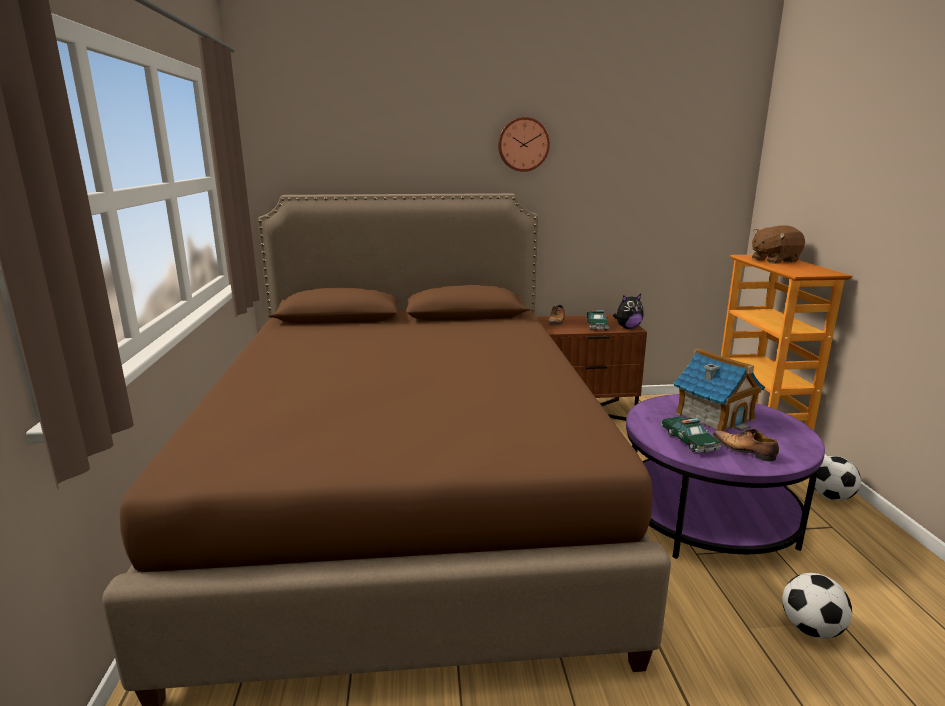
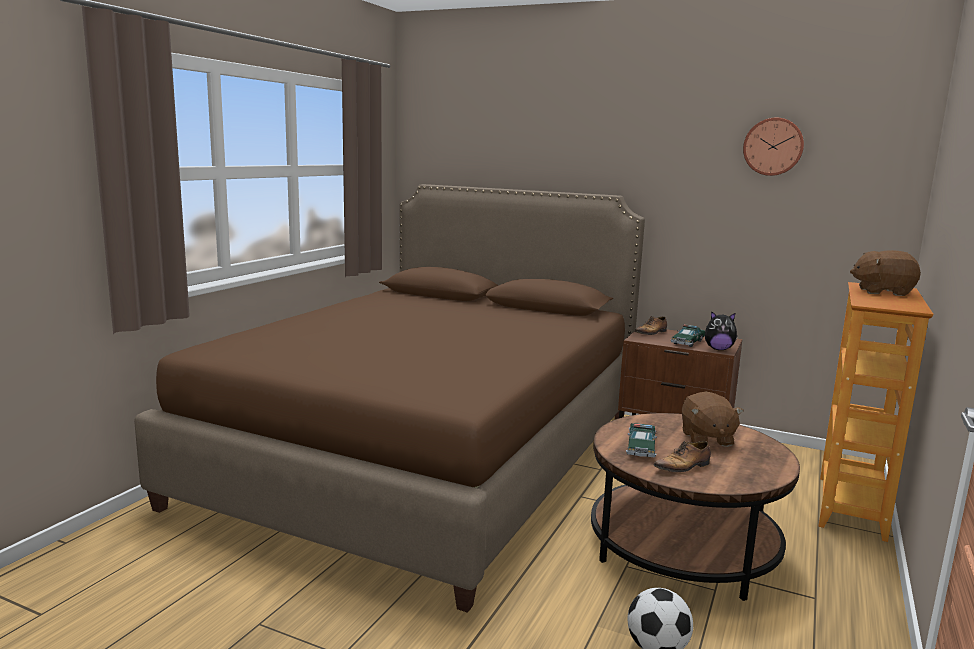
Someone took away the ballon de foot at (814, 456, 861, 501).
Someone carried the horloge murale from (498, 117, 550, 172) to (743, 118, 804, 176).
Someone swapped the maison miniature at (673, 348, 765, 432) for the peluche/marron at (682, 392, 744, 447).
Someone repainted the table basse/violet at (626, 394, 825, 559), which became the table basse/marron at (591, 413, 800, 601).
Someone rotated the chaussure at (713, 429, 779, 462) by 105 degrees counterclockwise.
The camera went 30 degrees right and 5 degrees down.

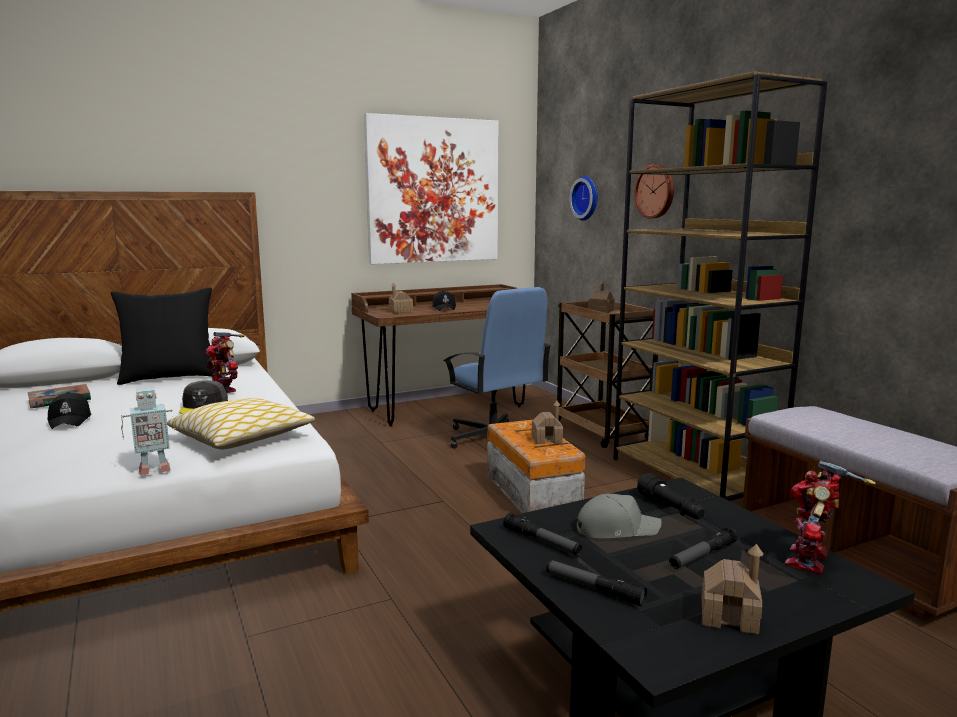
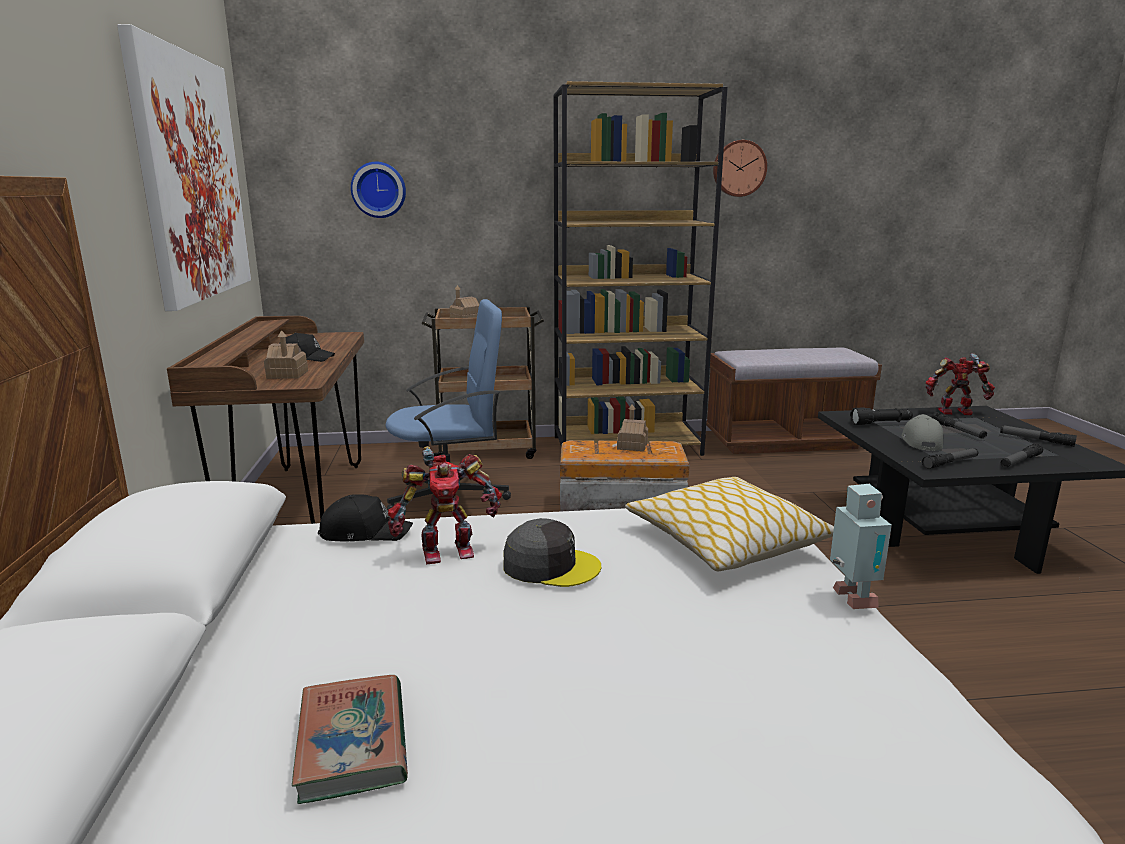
Someone took away the coussin/noir at (111, 287, 215, 385).
Someone carried the casquette/noir from (47, 392, 91, 429) to (318, 494, 413, 541).
Someone carried the horloge murale from (634, 165, 674, 218) to (713, 140, 767, 197).
Someone swapped the maison miniature at (701, 544, 763, 634) for the lampe de poche at (1000, 425, 1077, 447).
Someone rotated the robot jouet at (785, 460, 876, 574) by 135 degrees clockwise.
The camera went 70 degrees left and 5 degrees up.

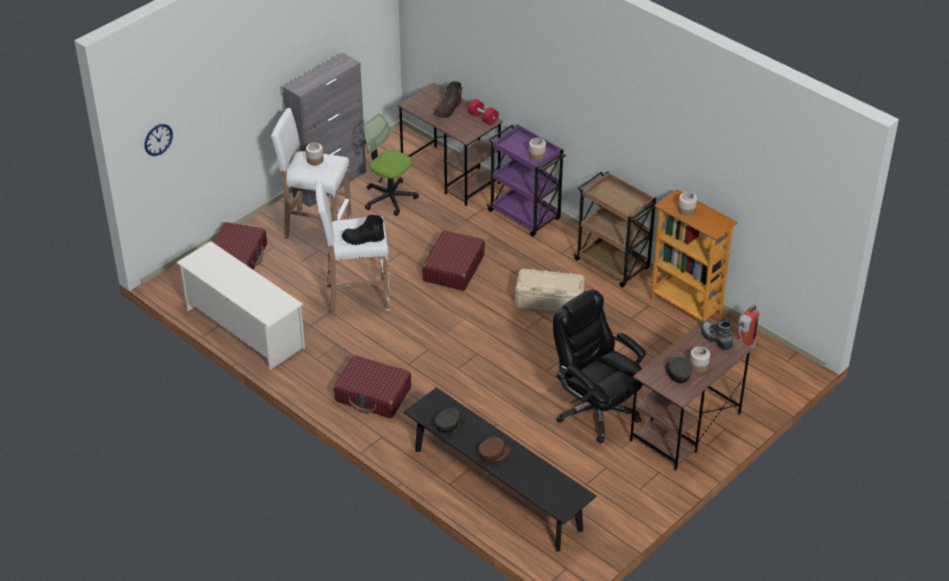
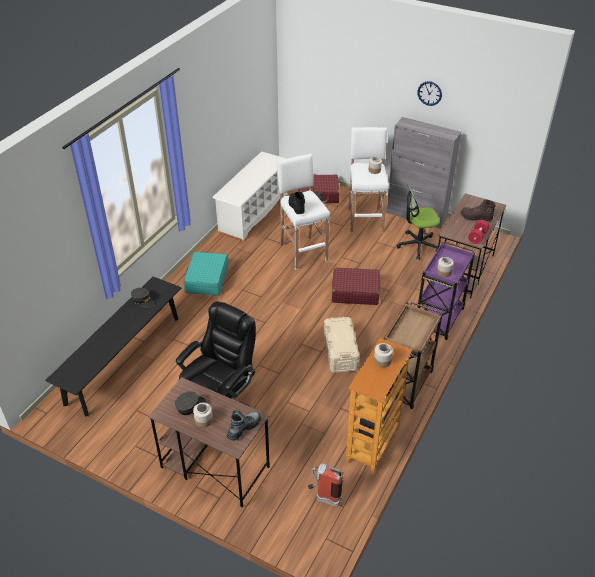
Someone took away the casquette/marron at (478, 437, 511, 463).
Someone carried the horloge murale from (145, 124, 173, 156) to (417, 81, 442, 106).
Someone repainted the valise/rouge at (334, 355, 411, 418), which became the valise/turquoise at (184, 252, 228, 296).
Someone rotated the chaise de bureau at (363, 114, 419, 216) by 120 degrees counterclockwise.
The camera went 75 degrees right and 0 degrees up.

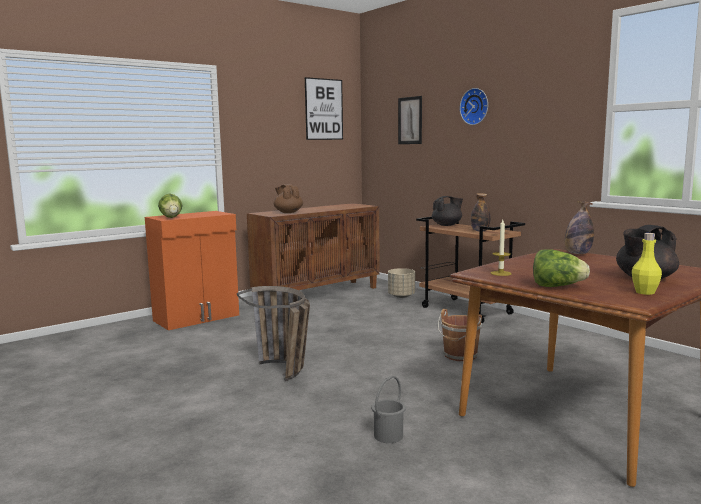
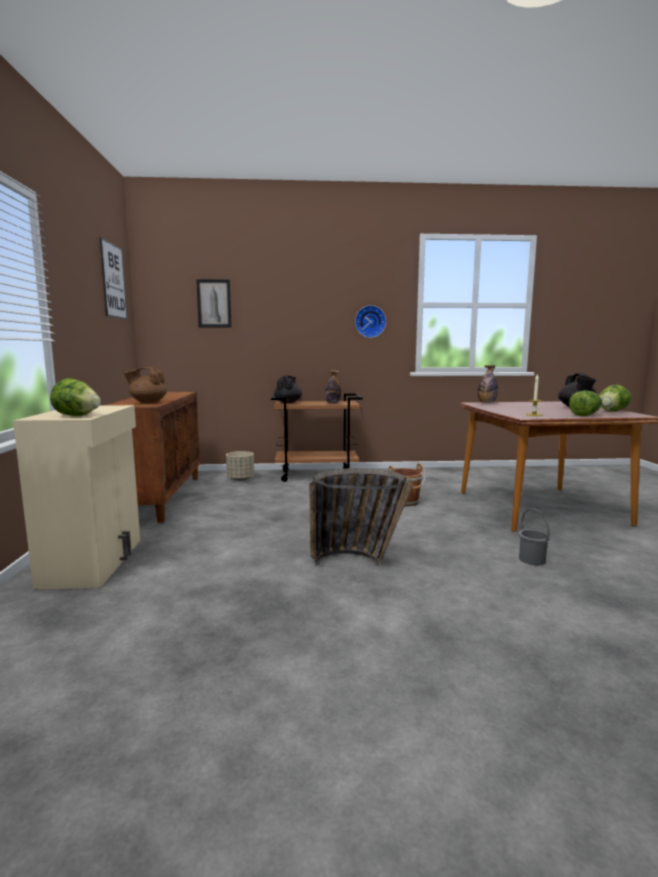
Someone carried the horloge murale from (460, 88, 488, 125) to (355, 305, 386, 338).
Someone swapped the bouteille/jaune at (632, 233, 662, 295) for the laitue at (599, 384, 632, 412).
Someone repainted the meuble de rangement/orange at (145, 211, 239, 330), which became the meuble de rangement/beige at (13, 405, 140, 590).
The camera went 55 degrees left and 0 degrees up.

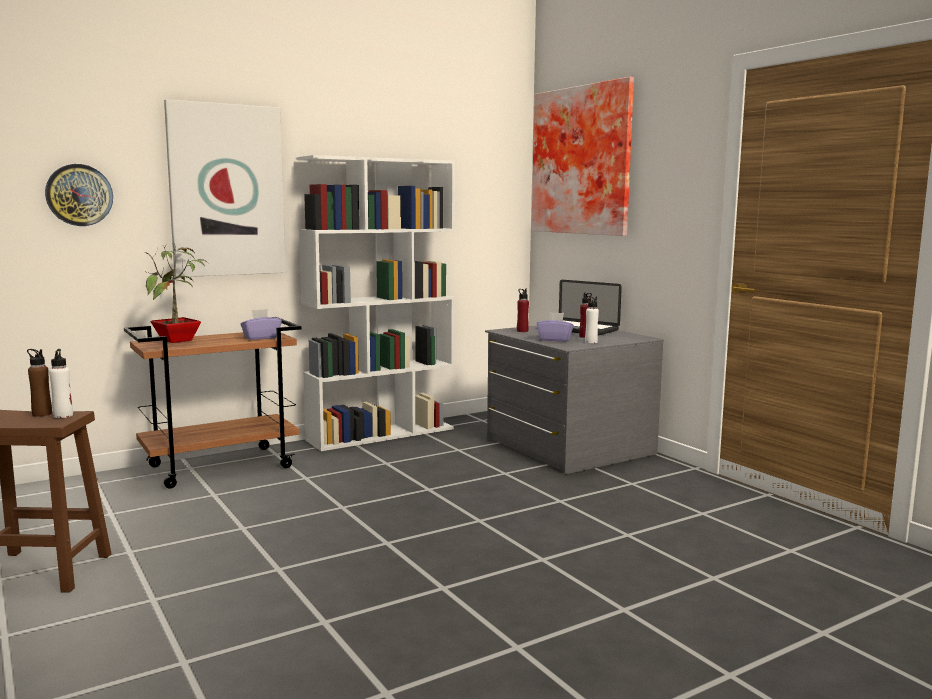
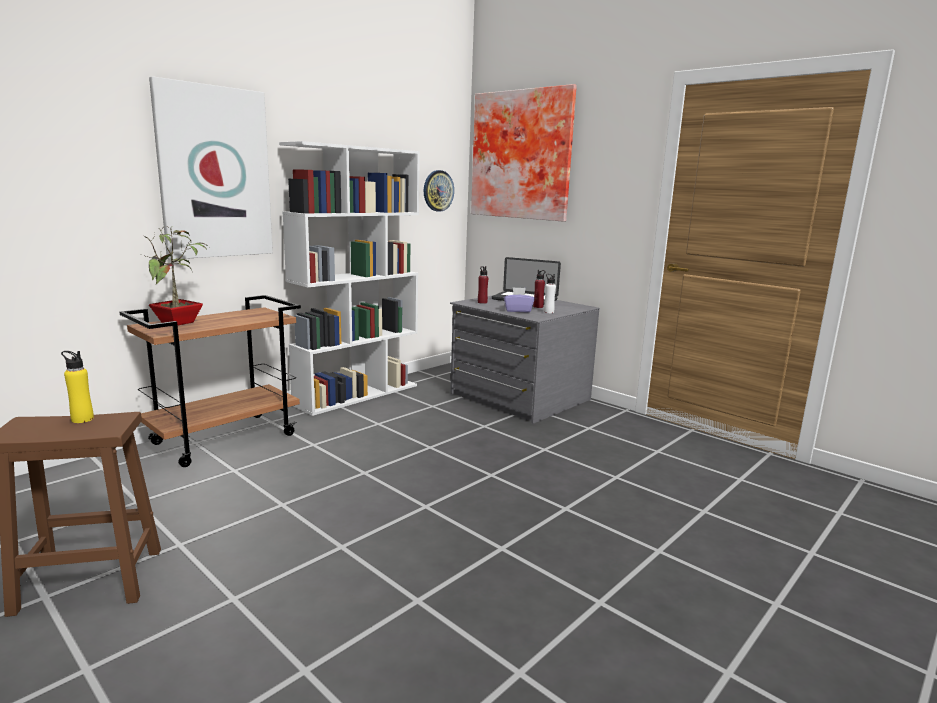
Someone took away the bouteille/blanc at (49, 349, 73, 418).
Someone took away the boîte à mouchoirs/violet at (240, 309, 282, 340).
Someone carried the horloge murale from (45, 164, 113, 226) to (424, 170, 454, 212).
Someone repainted the bouteille/marron at (27, 349, 52, 416), which became the bouteille/jaune at (61, 351, 94, 423).
The camera went 15 degrees left and 5 degrees up.

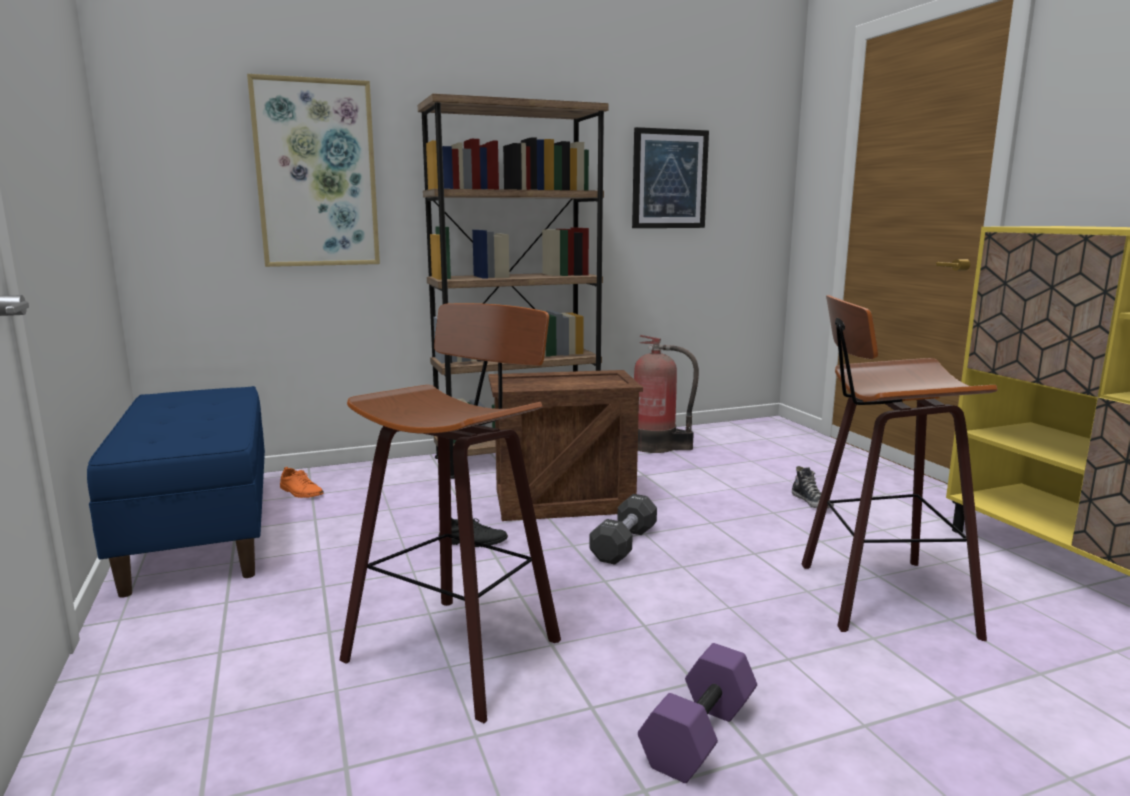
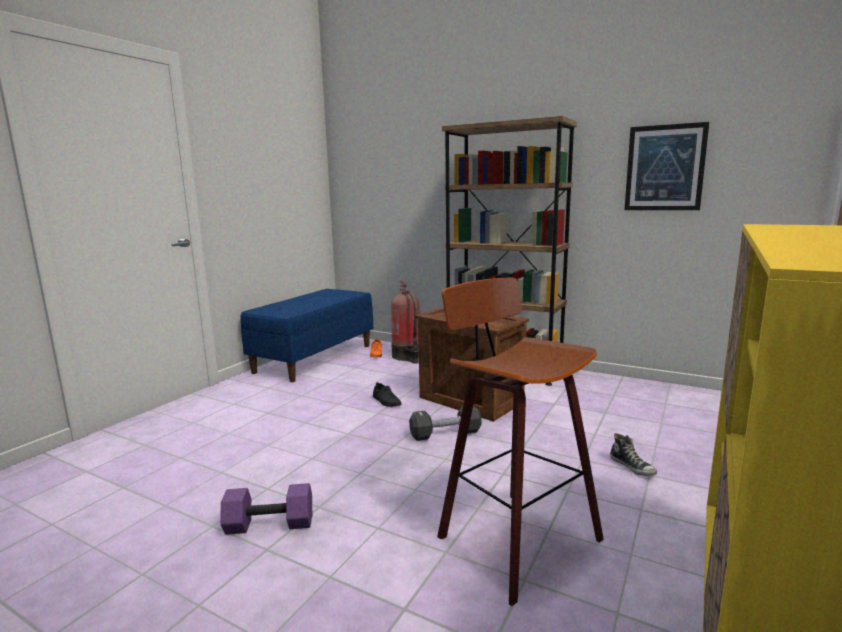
Someone took away the tableau at (247, 74, 380, 267).
Someone took away the tabouret at (339, 303, 561, 724).
Someone carried the extincteur from (634, 335, 699, 453) to (391, 281, 420, 364).
Someone rotated the chaussure at (792, 466, 834, 509) by 60 degrees counterclockwise.
The camera went 50 degrees right and 0 degrees up.

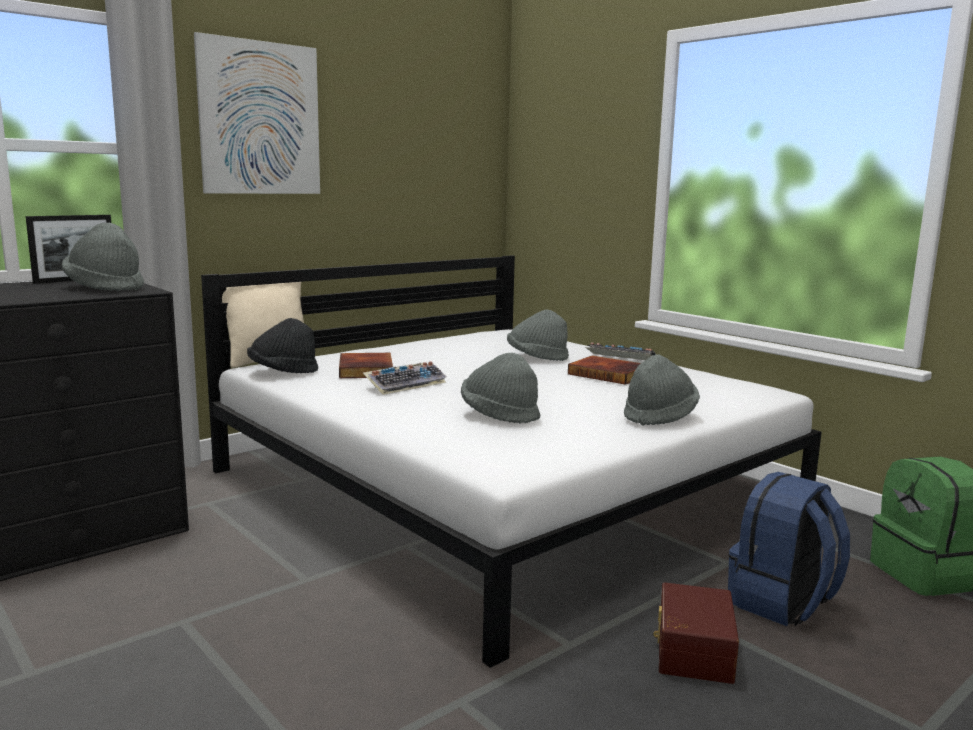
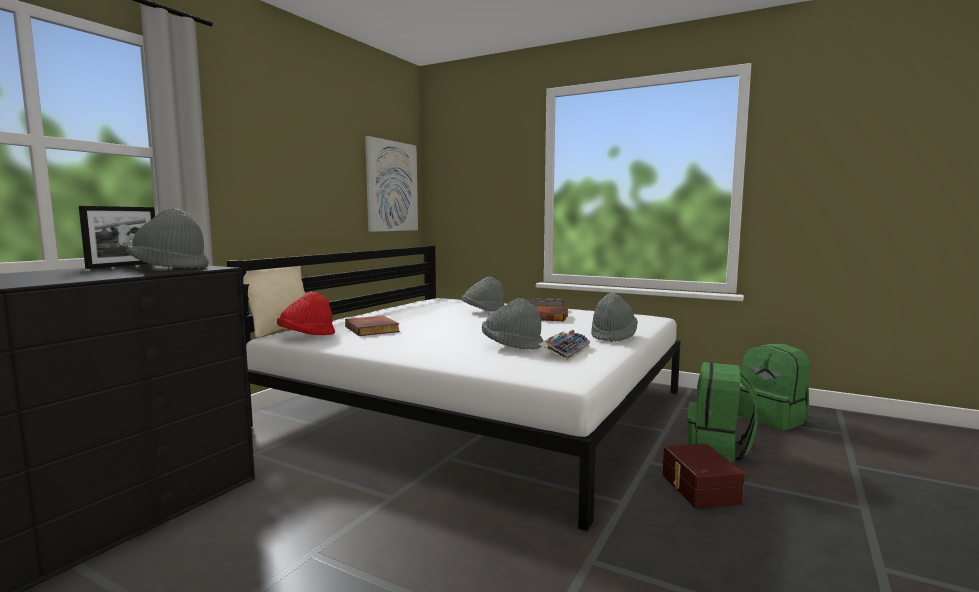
Someone carried the tableau from (194, 32, 320, 194) to (365, 136, 418, 232).
Someone carried the clavier from (363, 361, 447, 395) to (539, 330, 591, 361).
Someone repainted the chapeau/noir at (247, 318, 318, 373), which became the chapeau/rouge at (277, 292, 335, 335).
Someone repainted the sac à dos/bleu at (728, 472, 850, 626), which became the sac à dos/vert at (687, 362, 758, 463).
The camera went 20 degrees left and 5 degrees down.

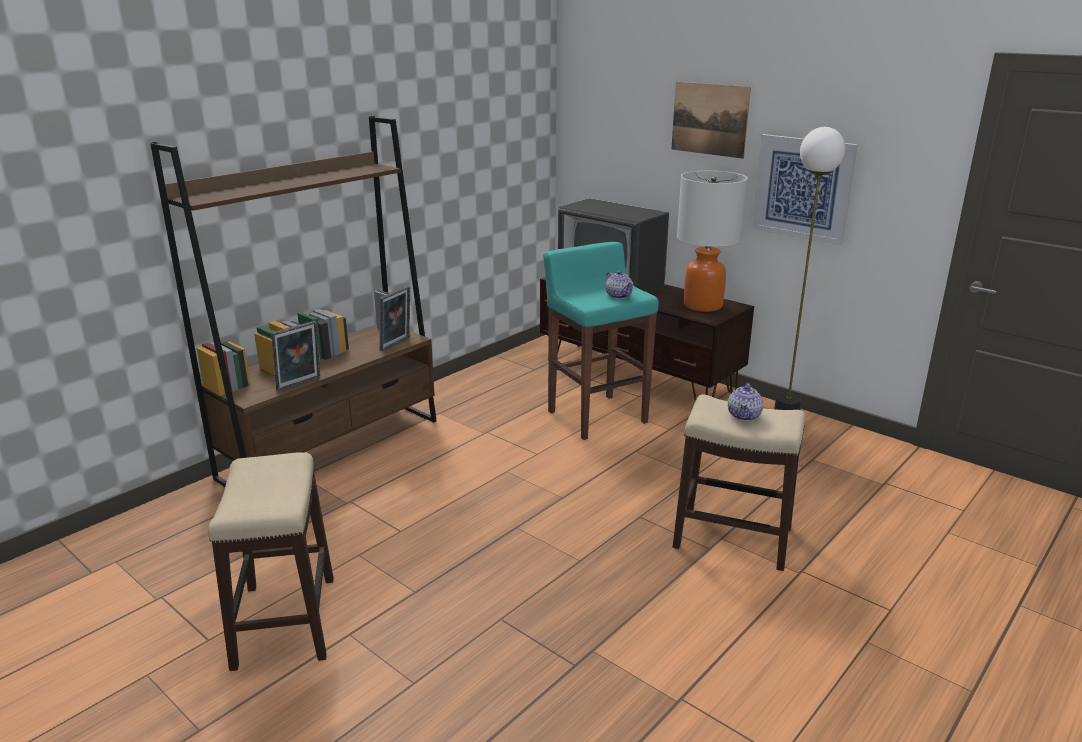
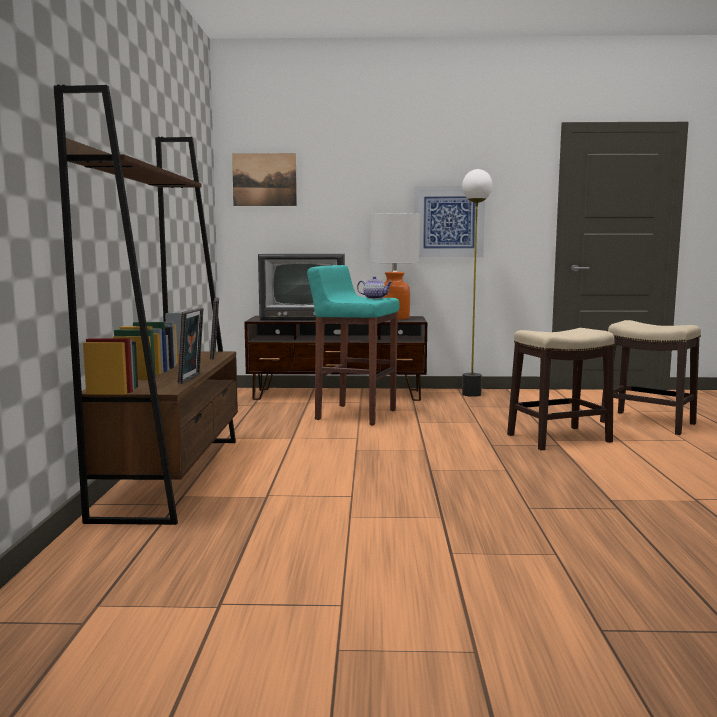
Someone took away the théière at (728, 383, 763, 421).
Someone carried the tabouret from (208, 453, 334, 671) to (600, 320, 701, 435).
Someone carried the tableau from (672, 82, 751, 159) to (232, 153, 297, 206).
The camera went 40 degrees left and 15 degrees down.

